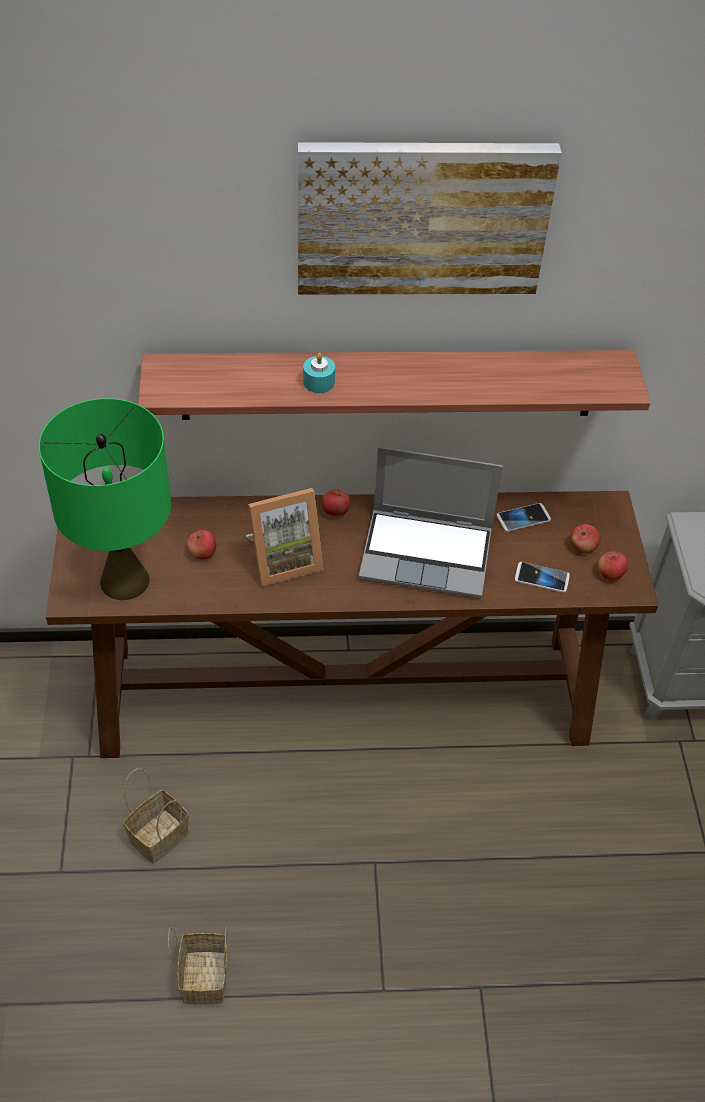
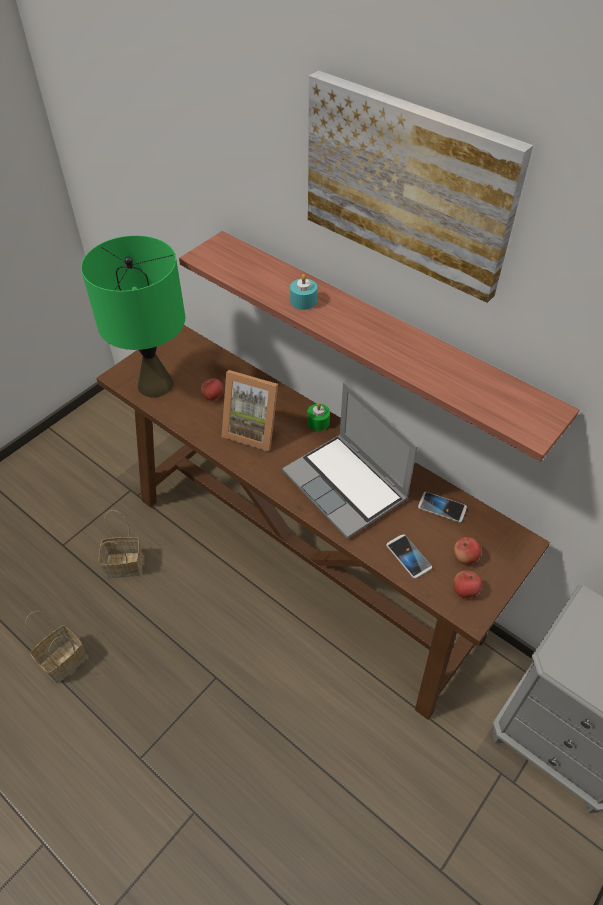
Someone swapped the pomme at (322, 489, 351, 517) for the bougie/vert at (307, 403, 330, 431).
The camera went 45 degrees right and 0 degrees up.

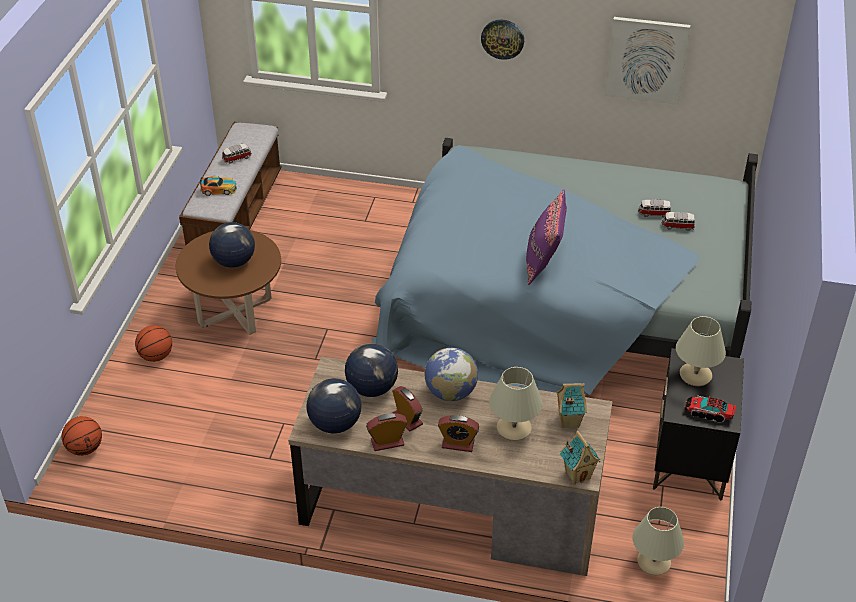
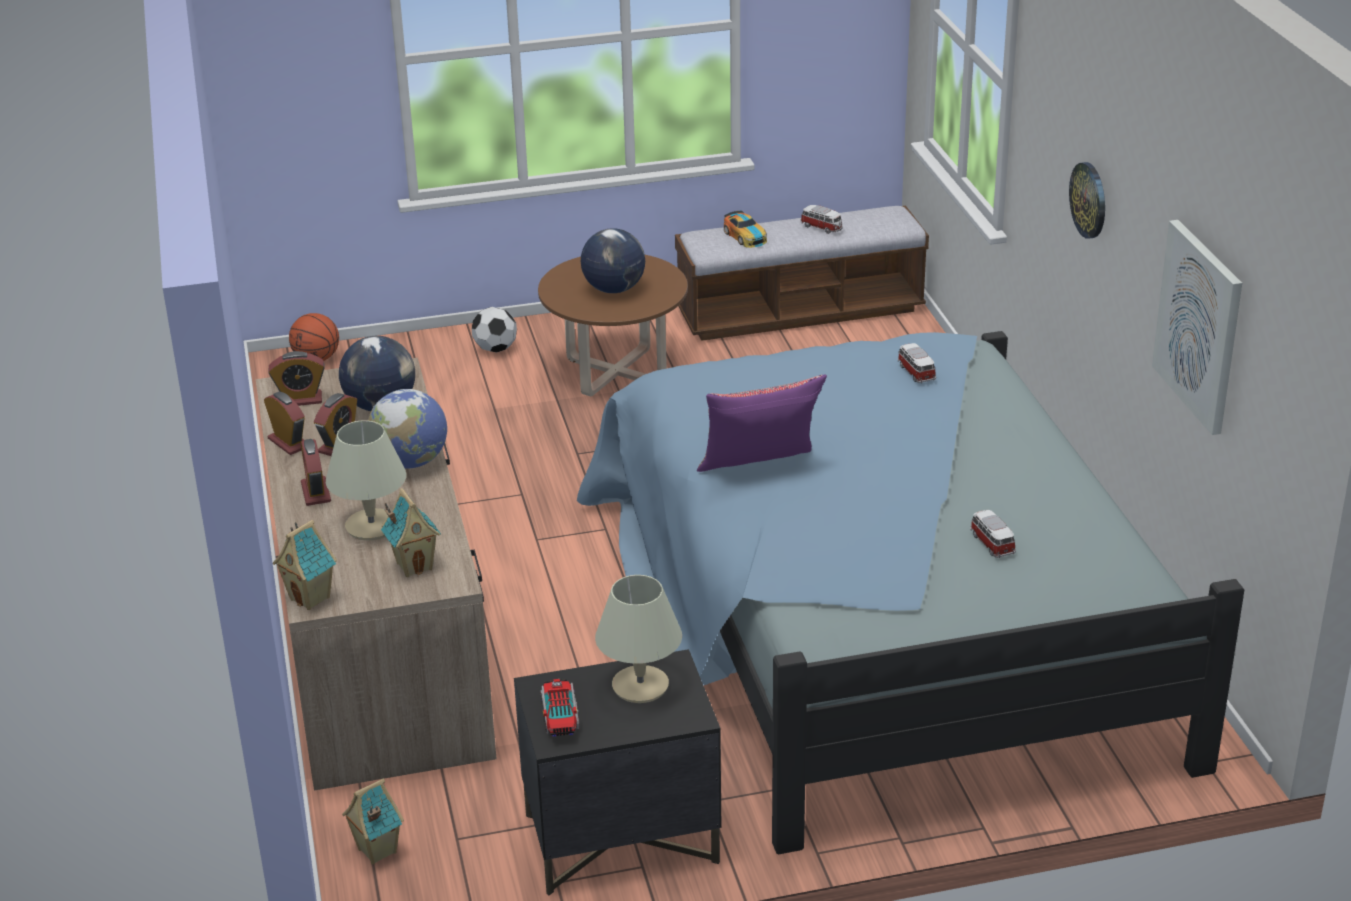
Someone carried the petite voiture from (662, 212, 695, 231) to (898, 343, 936, 383).
Someone swapped the ballon de basket at (135, 325, 172, 362) for the ballon de foot at (472, 307, 517, 353).
Someone swapped the globe at (306, 378, 361, 433) for the réveil at (268, 351, 325, 406).
Someone swapped the lampe de table/beige at (632, 507, 684, 575) for the maison miniature at (342, 778, 404, 865).
The camera went 65 degrees right and 10 degrees down.

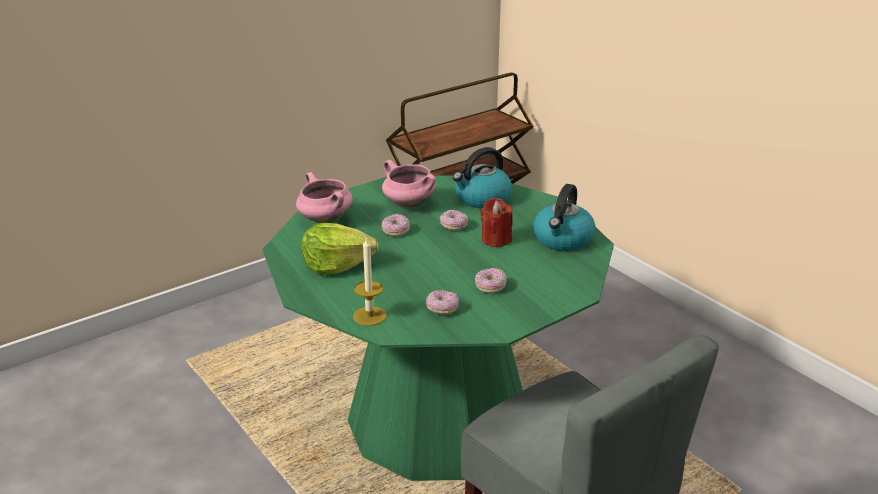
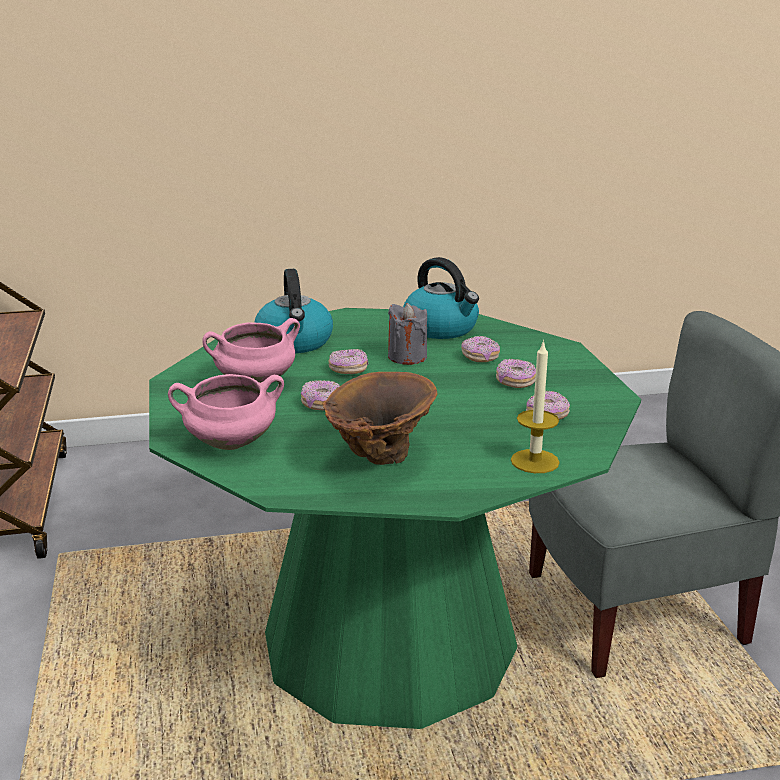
Someone put down the beignet at (461, 336, 500, 362).
Someone swapped the laitue at (302, 223, 378, 275) for the vase/marron at (322, 372, 438, 465).
Someone repainted the bougie/rouge at (480, 198, 513, 247), which became the bougie/gris at (388, 303, 427, 365).
The camera went 65 degrees left and 5 degrees down.

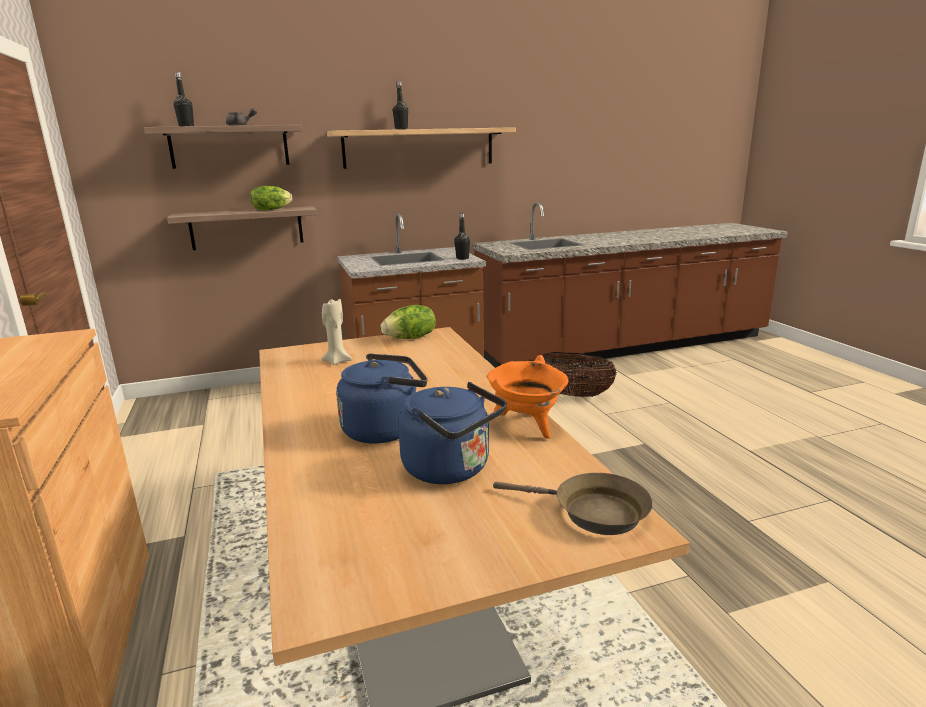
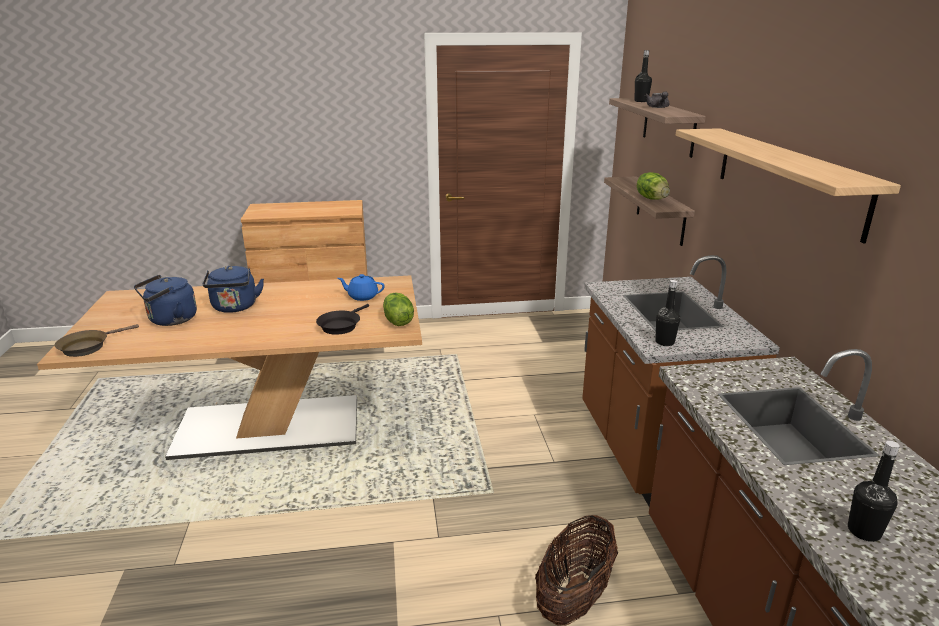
Someone took away the marmite/orange at (487, 355, 569, 439).
Someone put down the poêle/noir at (316, 304, 369, 335).
Someone carried the bouteille/noir from (393, 81, 408, 130) to (848, 441, 900, 542).
Someone swapped the bougie/beige at (321, 297, 352, 365) for the théière/bleu at (338, 274, 385, 301).
The camera went 100 degrees right and 5 degrees up.

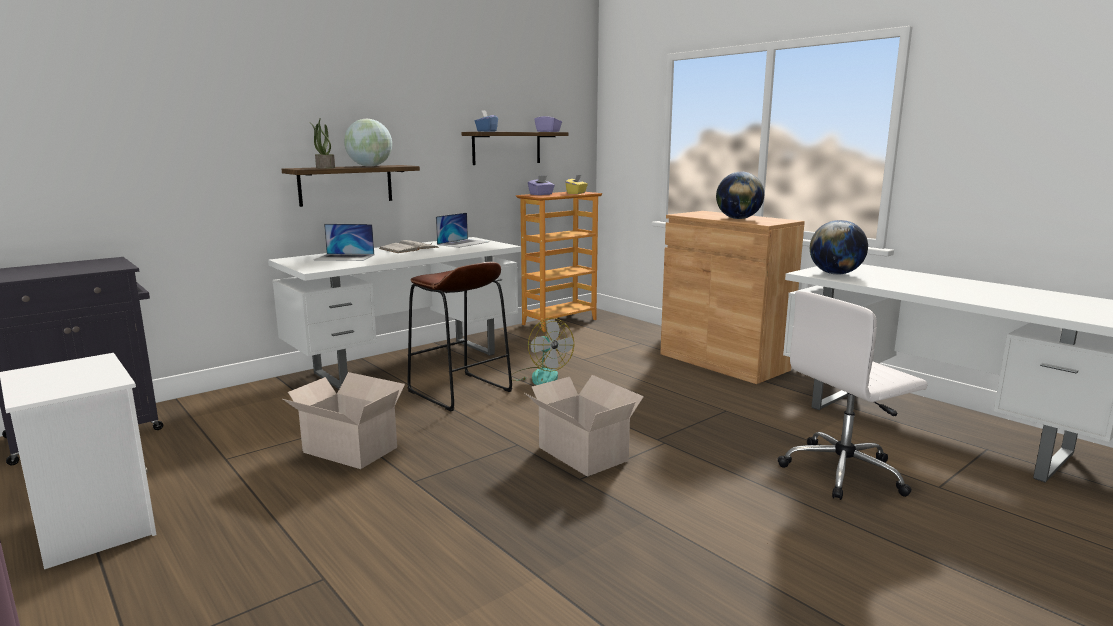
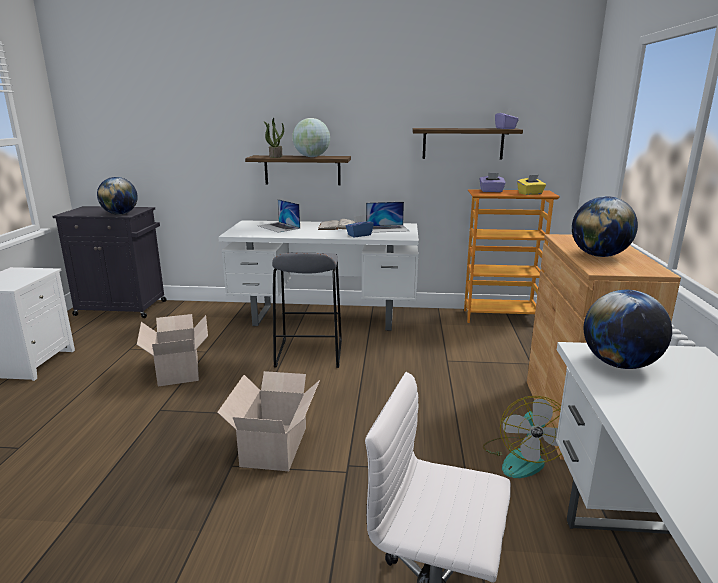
Someone put down the globe at (97, 177, 138, 215).
Someone carried the boîte à mouchoirs/bleu from (475, 110, 498, 132) to (346, 215, 374, 237).
Someone carried the ventilateur from (511, 318, 574, 385) to (483, 396, 562, 478).
Someone repainted the tabouret/marron at (408, 262, 512, 411), which became the tabouret/gris at (272, 253, 342, 368).
The camera went 45 degrees right and 5 degrees up.

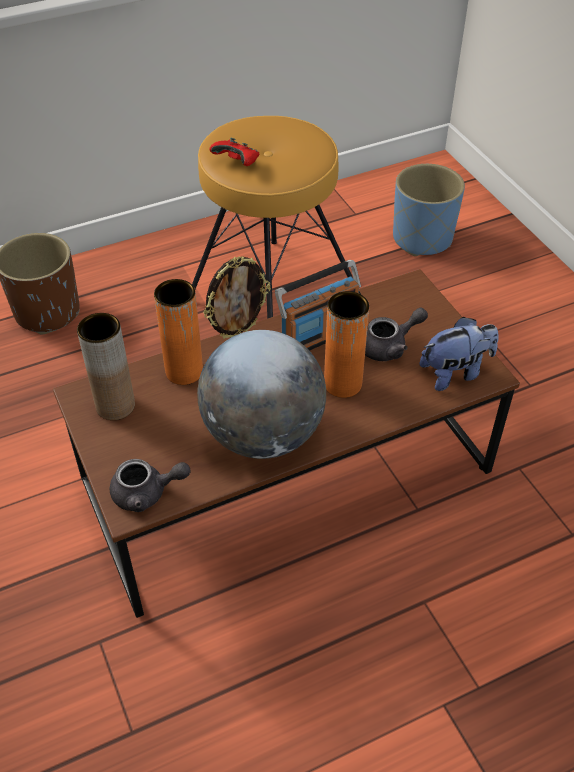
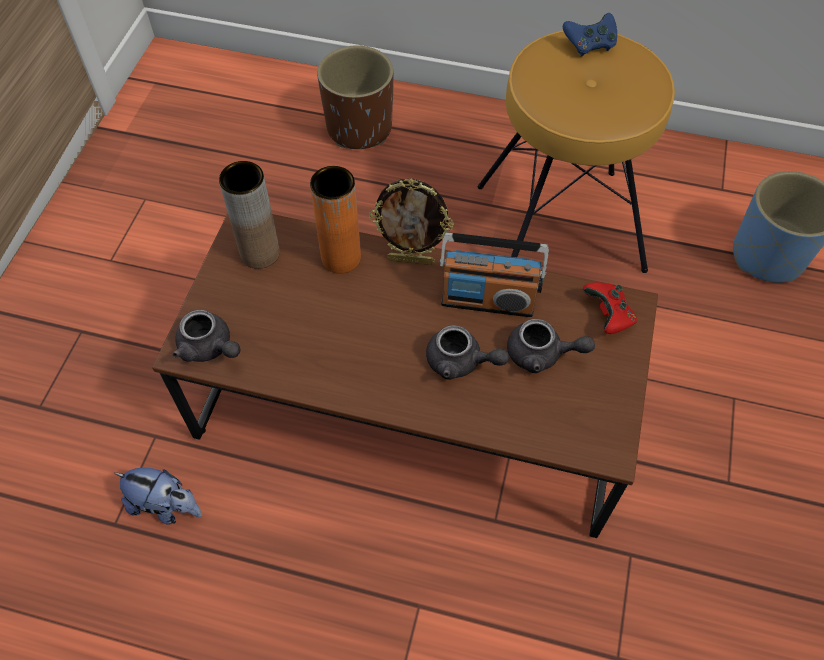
Someone took away the globe at (197, 330, 326, 459).
Someone put down the manette/bleu at (563, 13, 617, 56).
Someone carried the manette/rouge from (209, 138, 259, 166) to (583, 282, 637, 334).
Someone carried the peluche from (420, 317, 499, 391) to (113, 468, 202, 525).
Someone swapped the vase/orange at (324, 291, 369, 398) for the théière/gris at (426, 325, 509, 380).
The camera went 40 degrees right and 10 degrees up.

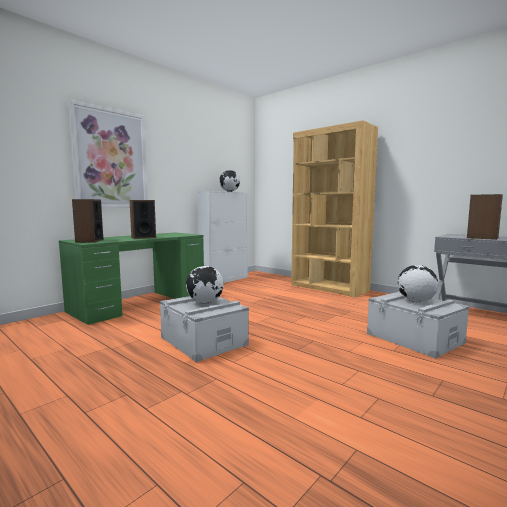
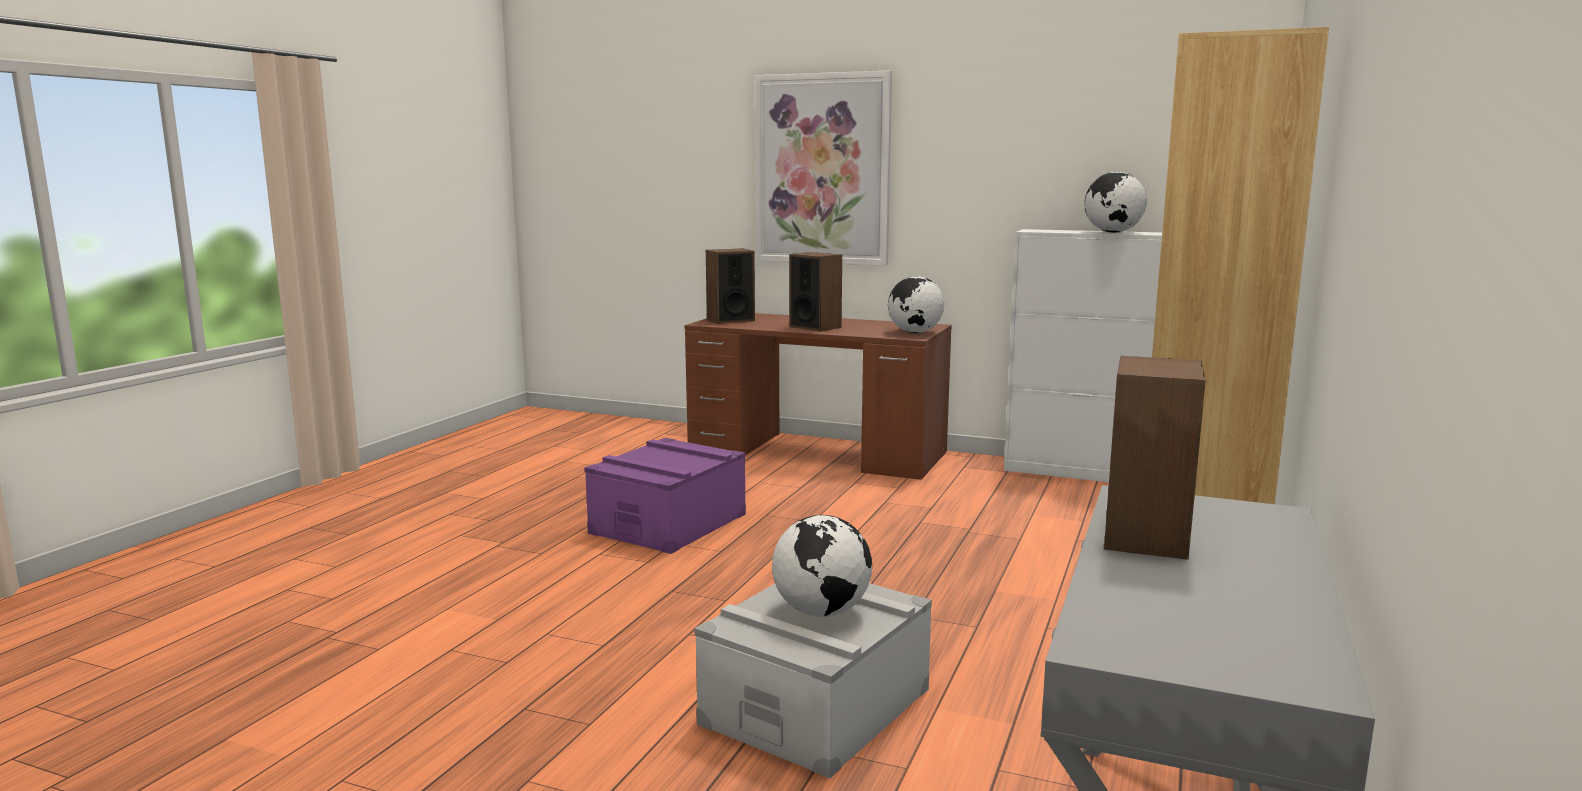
Someone carried the globe from (186, 266, 224, 304) to (888, 276, 944, 333).
Someone repainted the bureau/vert at (59, 232, 204, 325), which became the bureau/marron at (685, 313, 952, 480).
Someone repainted the boîte de rangement/gris at (160, 296, 249, 362), which became the boîte de rangement/violet at (585, 438, 746, 554).
The camera went 70 degrees right and 5 degrees up.

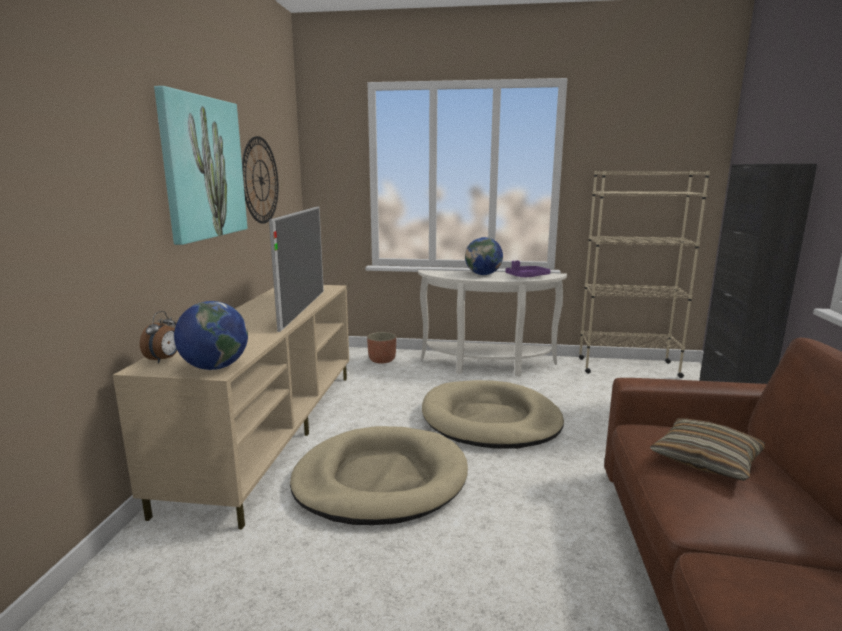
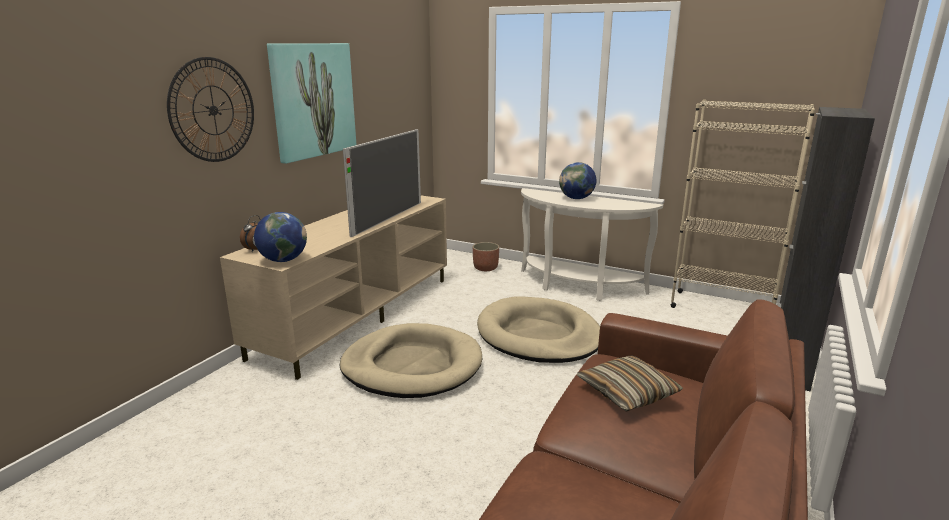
Someone took away the plateau/violet at (505, 260, 550, 277).
Someone carried the horloge murale from (242, 136, 278, 224) to (167, 57, 254, 162).
The camera went 20 degrees right and 5 degrees up.

